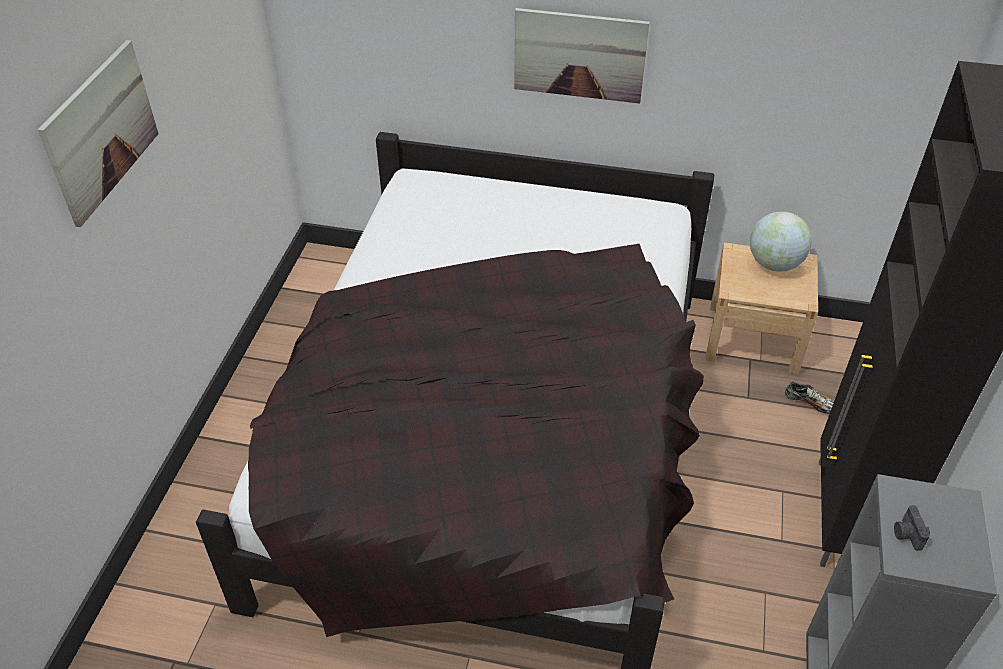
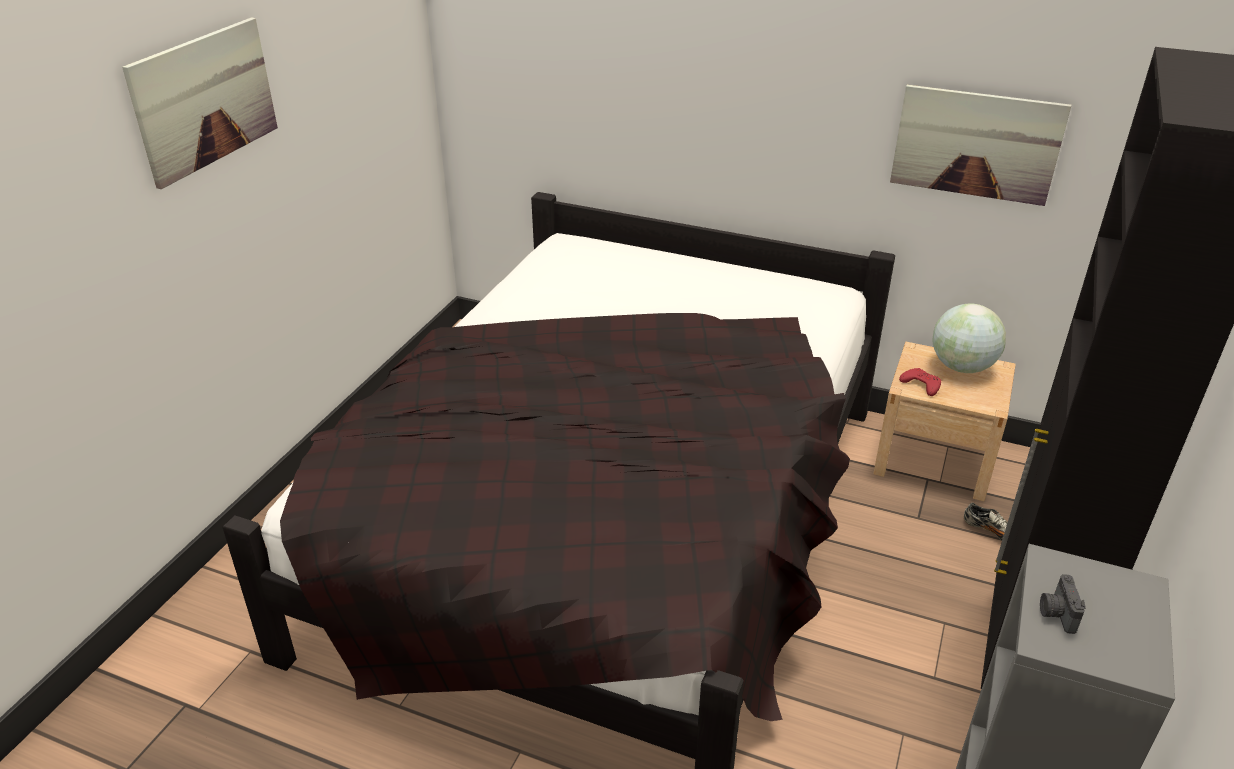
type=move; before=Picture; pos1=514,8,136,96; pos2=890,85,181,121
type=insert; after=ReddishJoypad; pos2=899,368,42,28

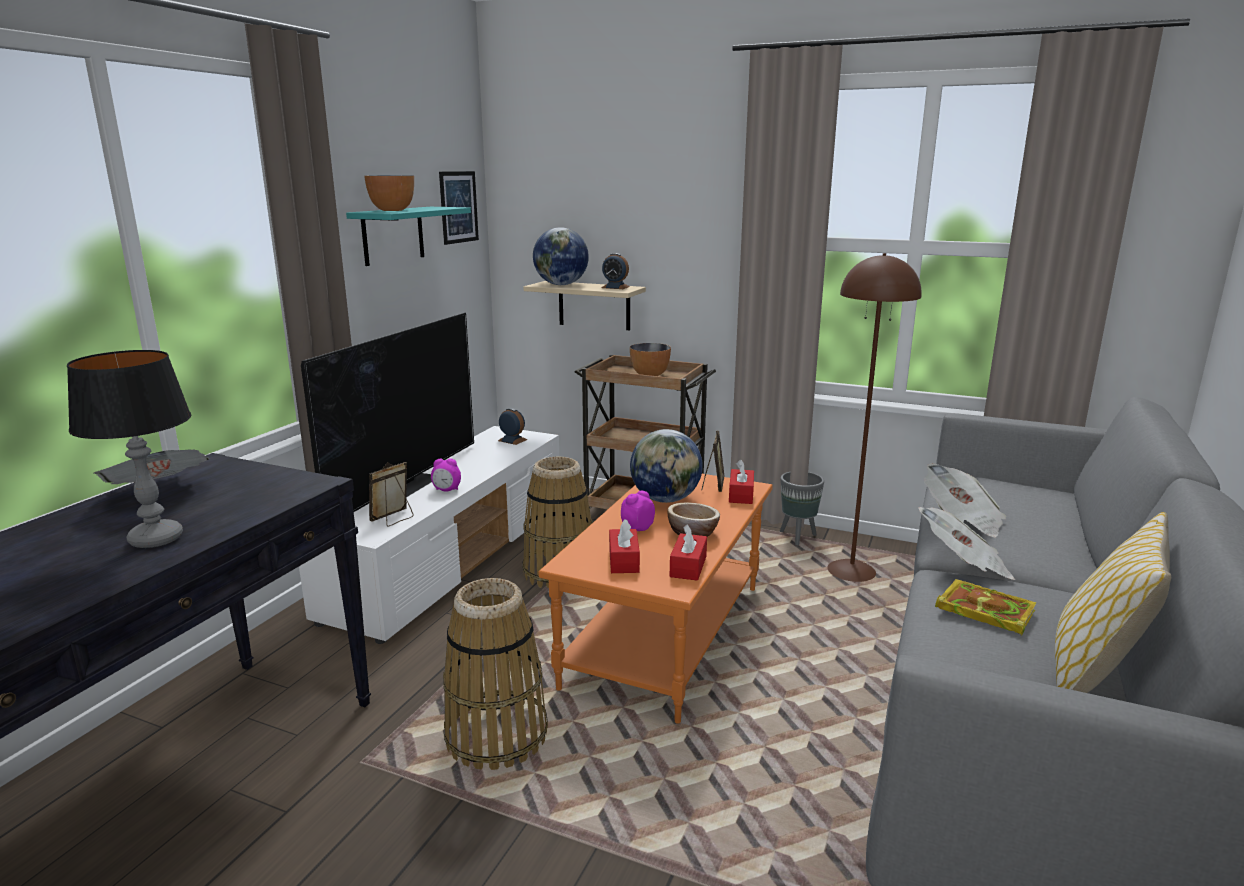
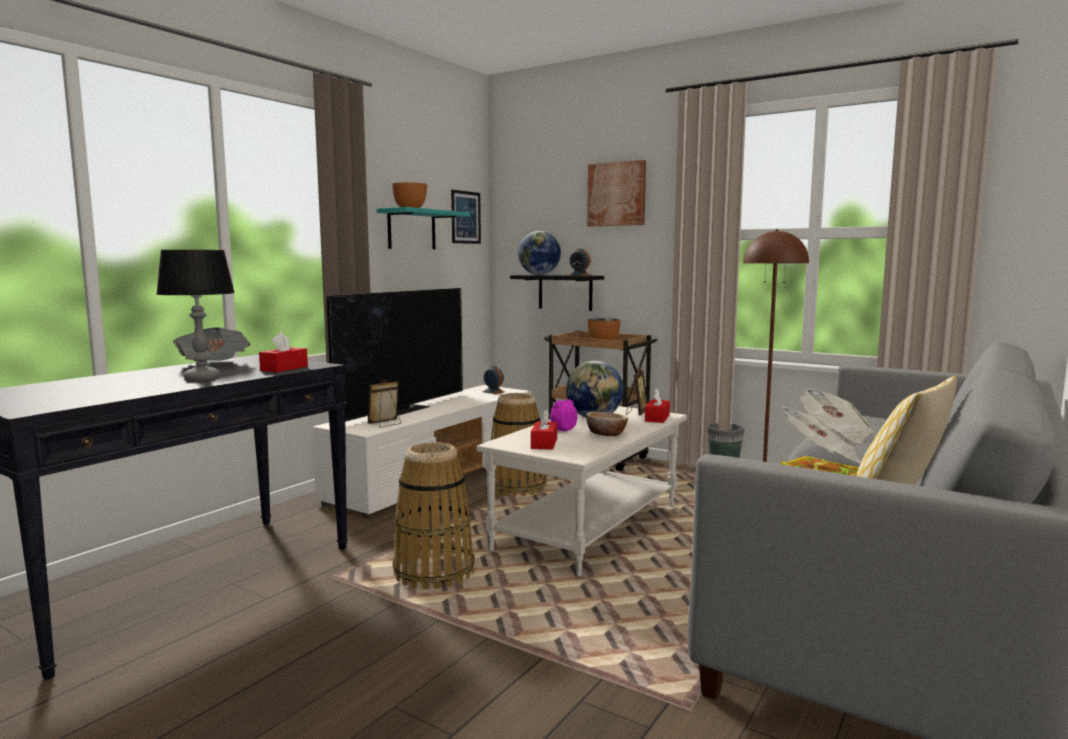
type=delete; before=TableClock; pos1=431,459,30,33
type=recolor; before=SandColouredShelf; after=BlackishShelf; pos1=523,281,123,49; pos2=510,275,94,36
type=recolor; before=OrangeLoungeTable; after=WhitishLoungeTable; pos1=539,474,234,250; pos2=477,406,210,170
type=move; before=ReddishTissueHolder; pos1=670,525,37,56; pos2=259,332,49,40
type=insert; after=Picture; pos2=587,160,59,67

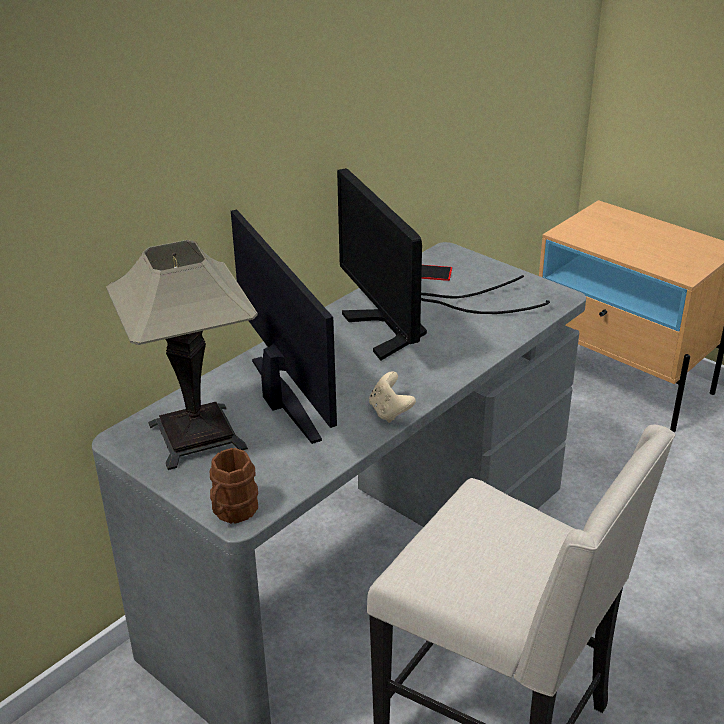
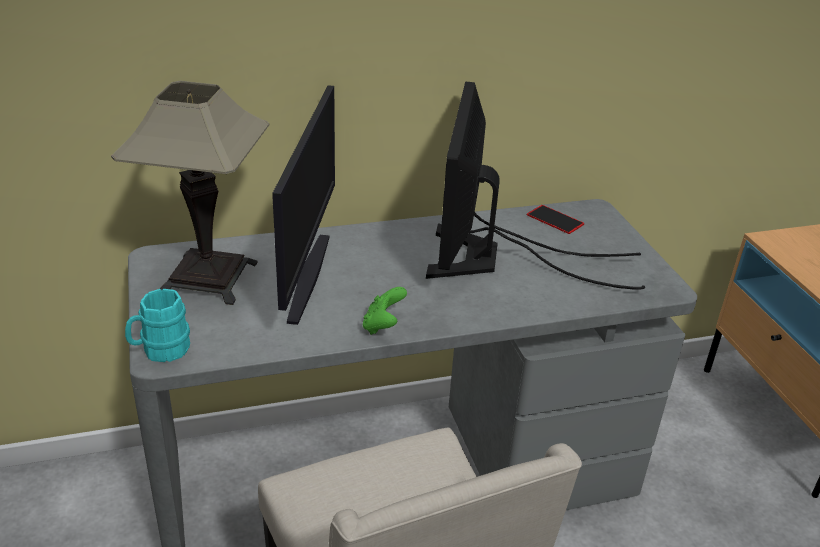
type=recolor; before=BrownColouredTeaMug; after=TurquoiseColouredTeaMug; pos1=210,448,48,76; pos2=125,289,65,73
type=recolor; before=SandColouredJoypad; after=GreenJoypad; pos1=369,371,47,52; pos2=363,287,44,48

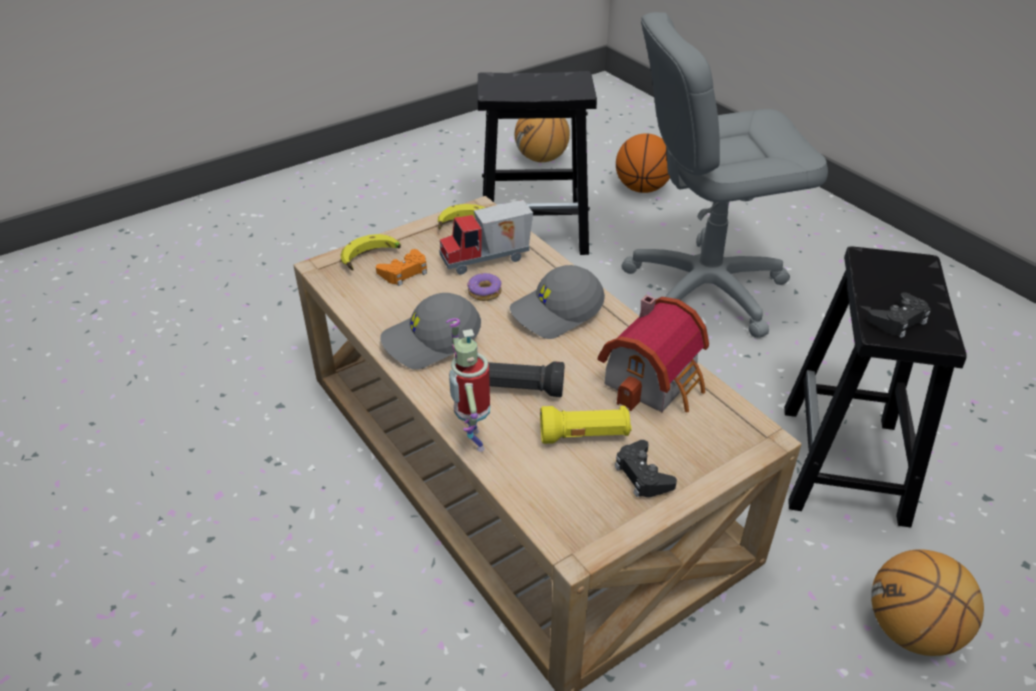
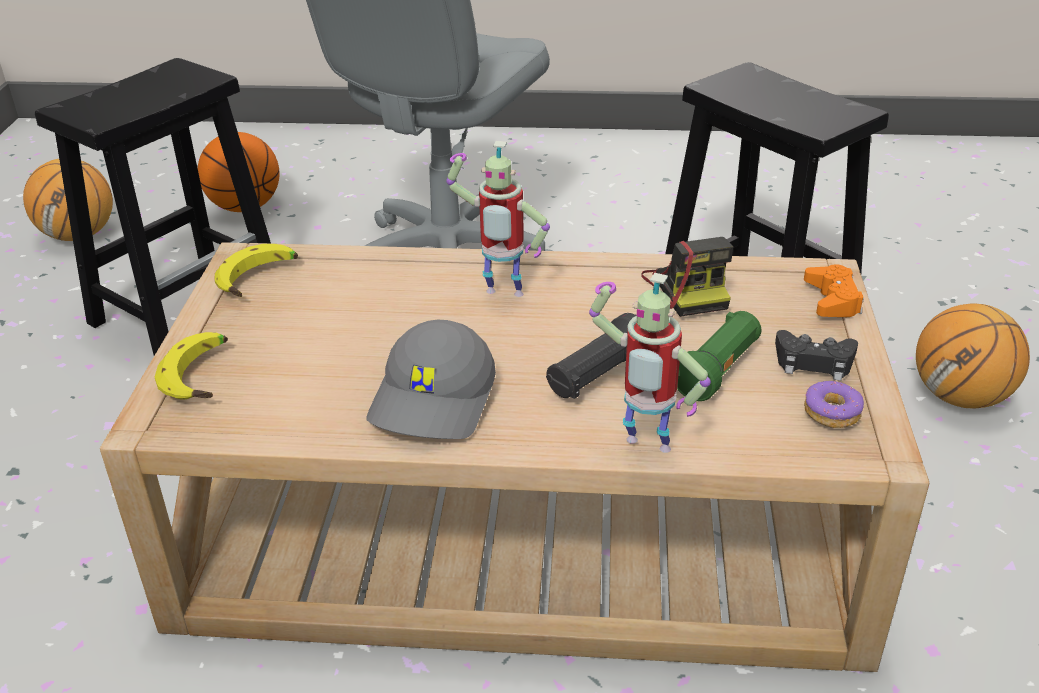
type=move; before=OrangeJoypad; pos1=376,249,51,37; pos2=804,264,60,53
type=delete; before=ModelTruck; pos1=439,200,94,75
type=move; before=RingDoughnut; pos1=467,273,35,28; pos2=804,381,60,47
type=replace; before=GreyCap; after=ToyRobot; pos1=510,265,95,74; pos2=446,141,104,156
type=recolor; before=YellowishTorch; after=GreenTorch; pos1=540,406,92,38; pos2=677,311,84,90
type=replace; before=MiniatureHouse; after=StillCamera; pos1=598,295,111,117; pos2=641,237,92,80
type=delete; before=BlackishJoypad; pos1=867,292,64,46

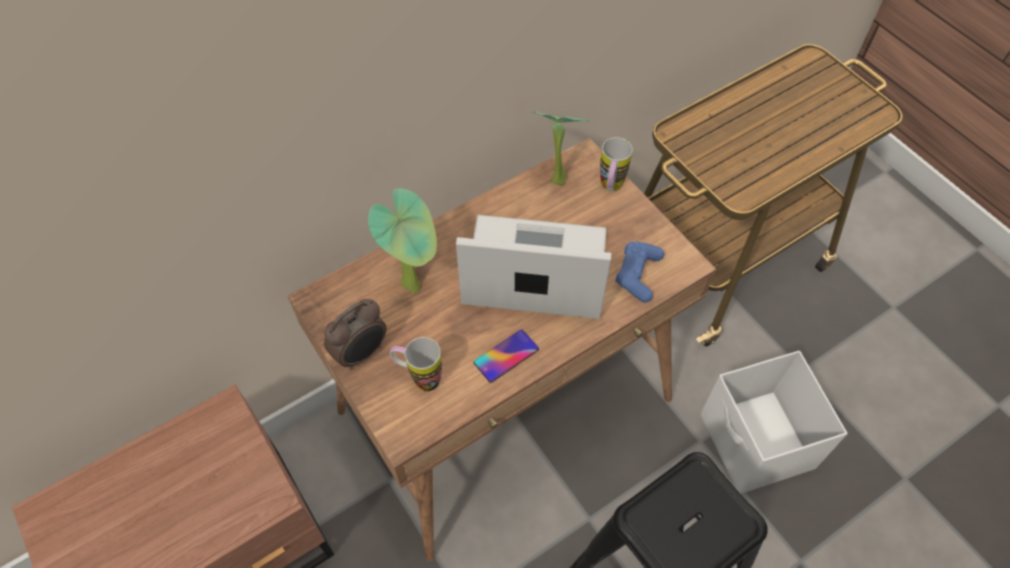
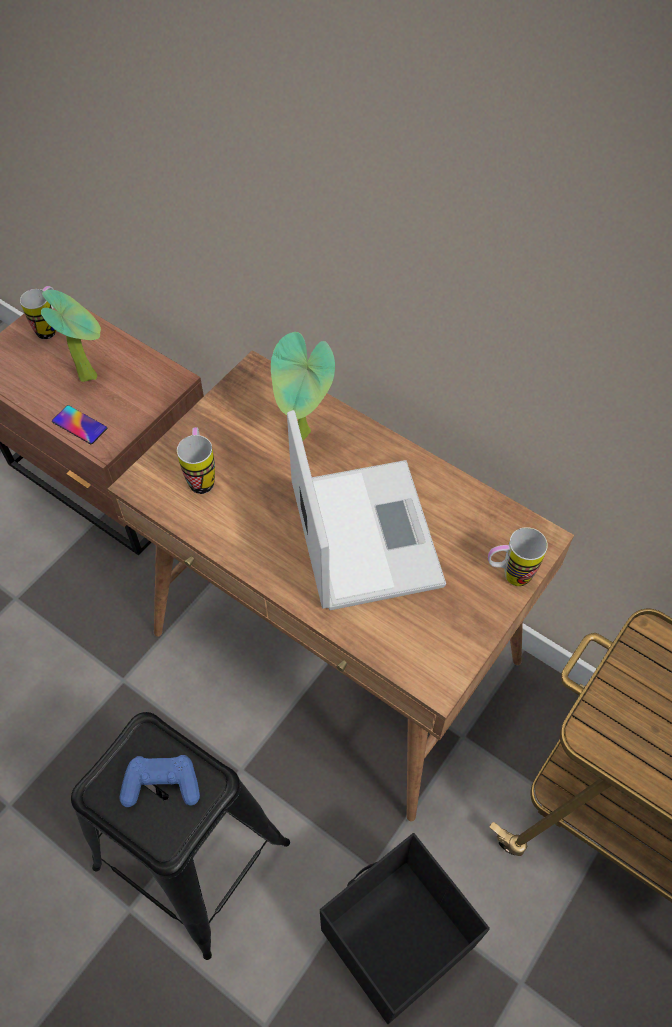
type=delete; before=TableClock; pos1=324,299,63,71
type=move; before=Phone; pos1=474,329,65,54; pos2=52,405,55,39
type=move; before=PlantInAPot; pos1=531,111,59,74; pos2=41,290,60,92
type=move; before=BluishJoypad; pos1=616,242,48,61; pos2=119,755,81,52
type=recolor; before=WhitishStorageBin; after=BlackishStorageBin; pos1=700,351,147,143; pos2=320,833,170,191
type=insert; after=TeaMug; pos2=20,286,36,53

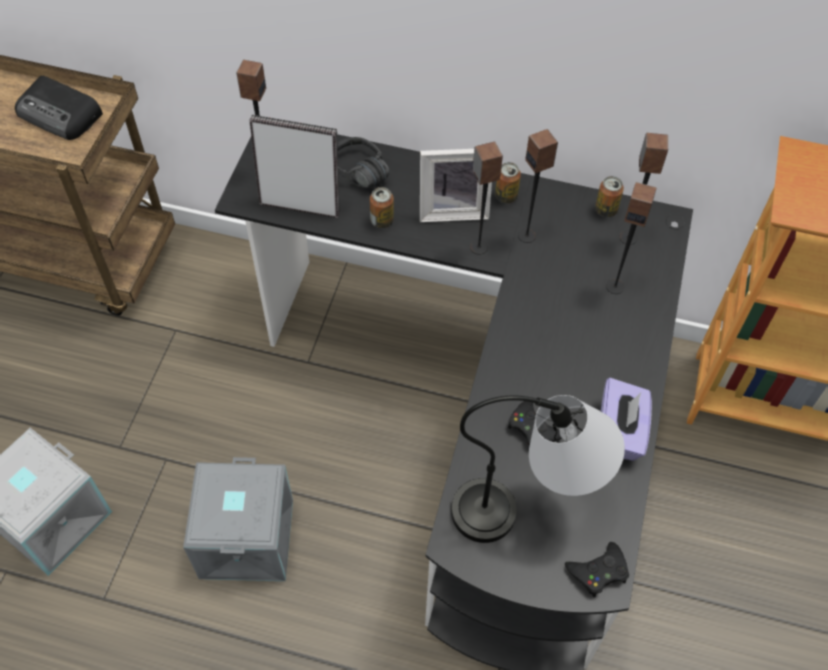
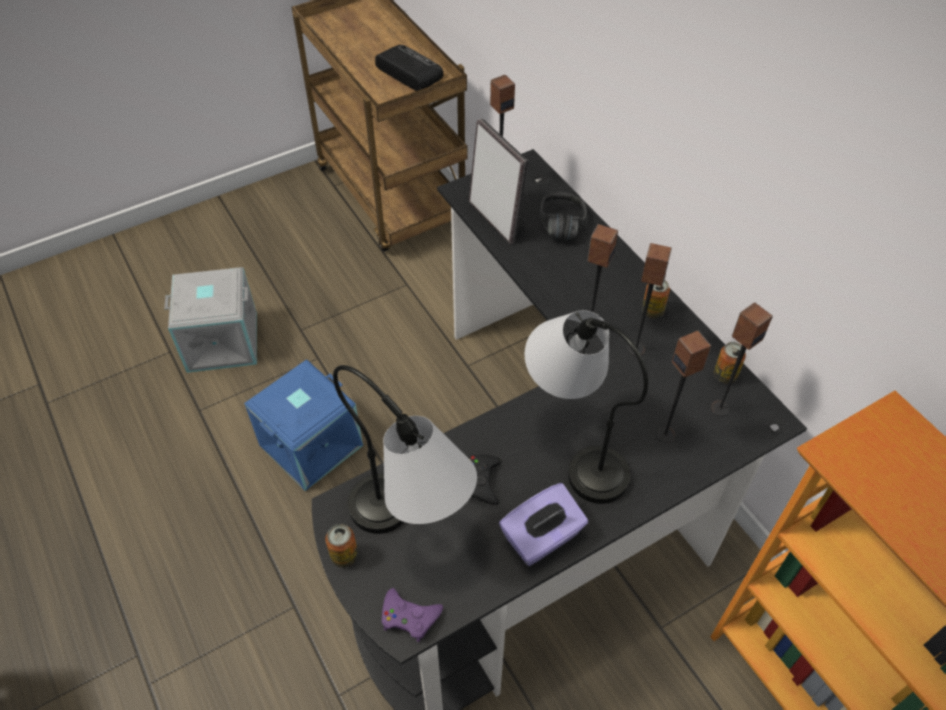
type=rotate; before=RadioSet; pos1=15,76,88,64; pos2=375,45,68,46; turn=150
type=recolor; before=GreyStorageBin; after=BluishStorageBin; pos1=183,457,110,124; pos2=244,359,119,132
type=move; before=SealedCan; pos1=370,187,24,41; pos2=325,524,33,44
type=delete; before=PhotoFrame; pos1=420,149,72,73
type=recolor; before=BlackishJoypad; after=PurplishJoypad; pos1=565,542,64,55; pos2=382,588,61,54
type=insert; after=TabletopLamp; pos2=525,310,123,194

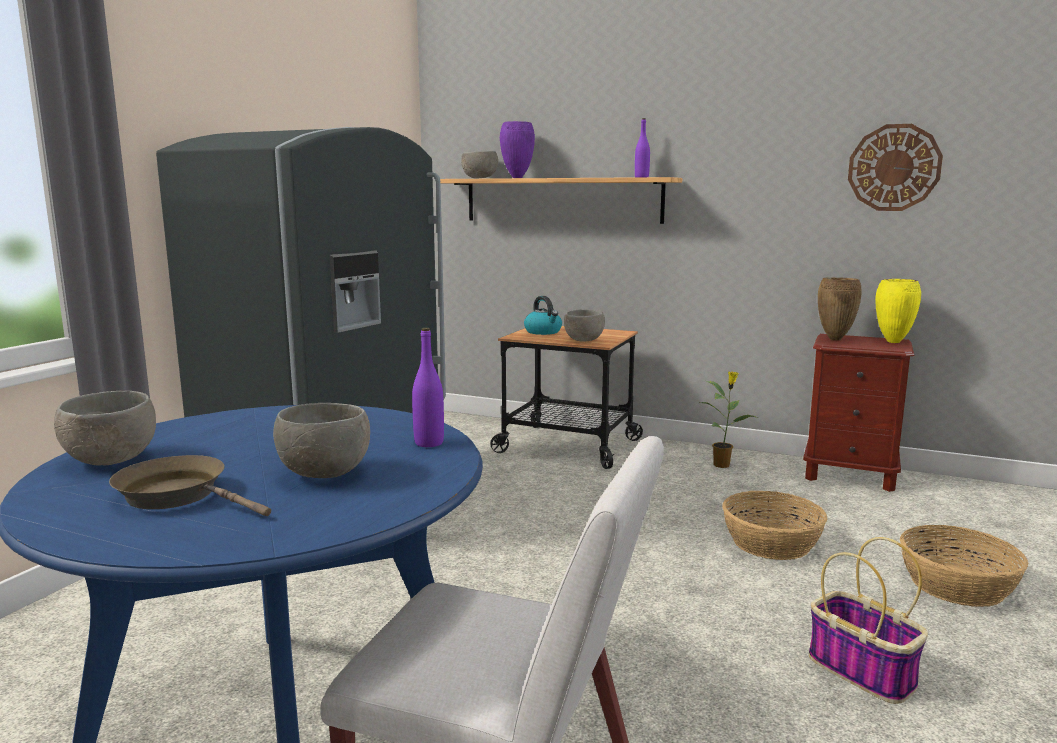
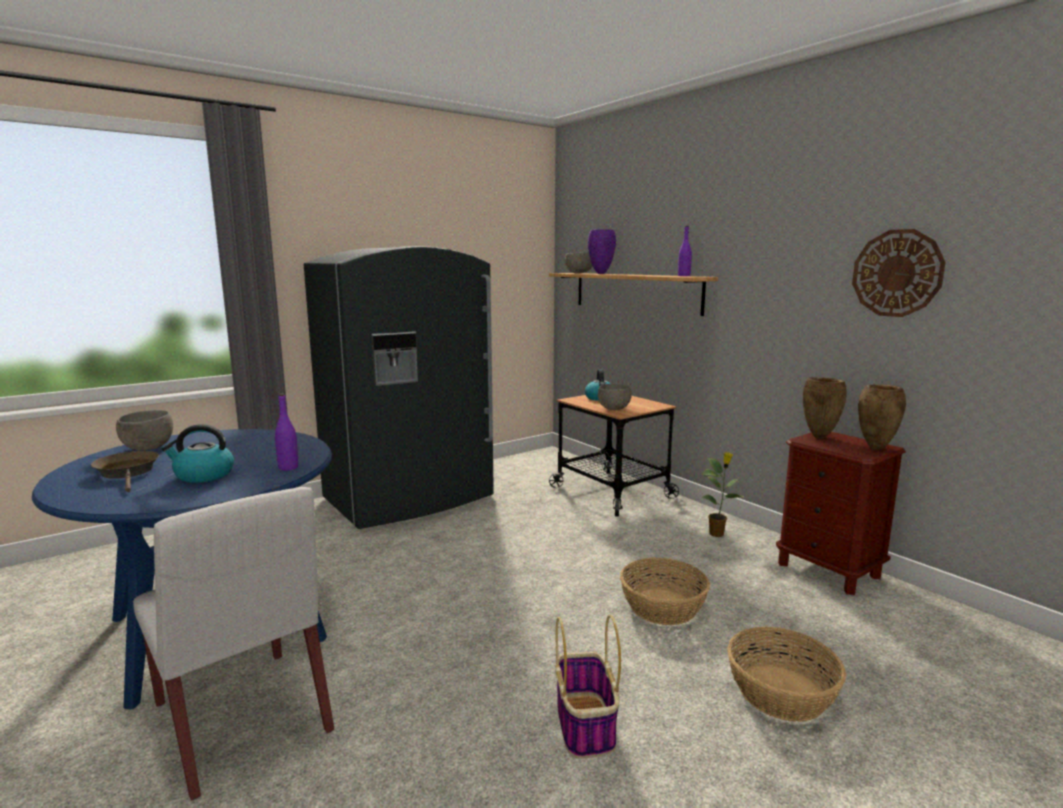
type=replace; before=GreyServingBowl; after=WaterKettle; pos1=273,403,97,75; pos2=162,424,72,59
type=recolor; before=YellowishVase; after=BrownColouredVase; pos1=875,279,46,64; pos2=858,384,48,66

